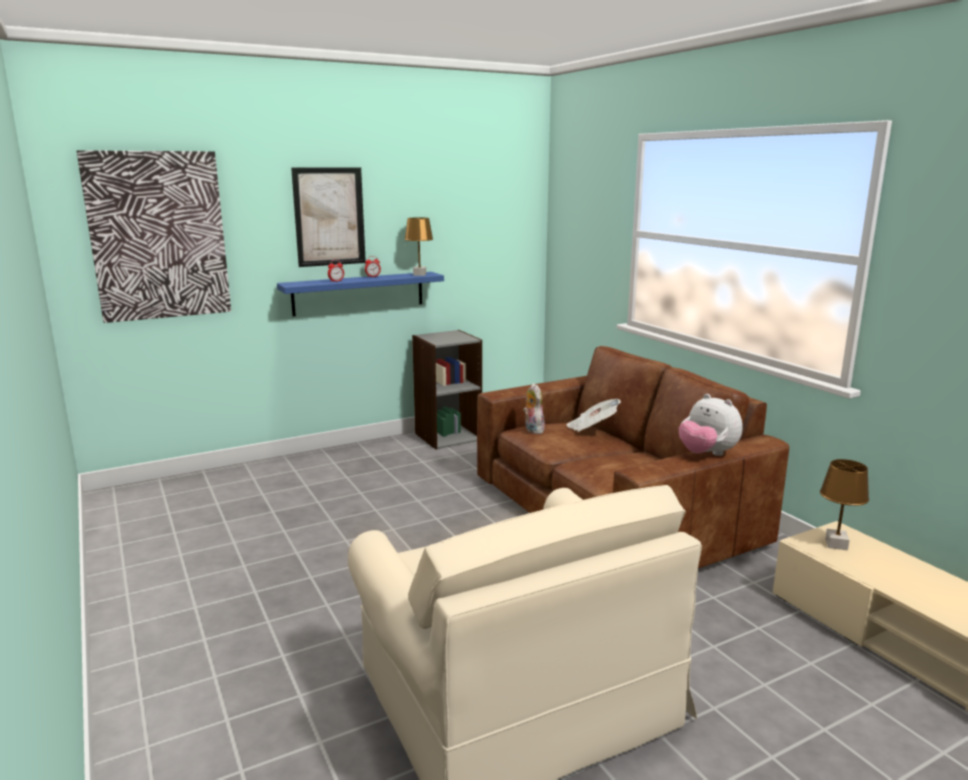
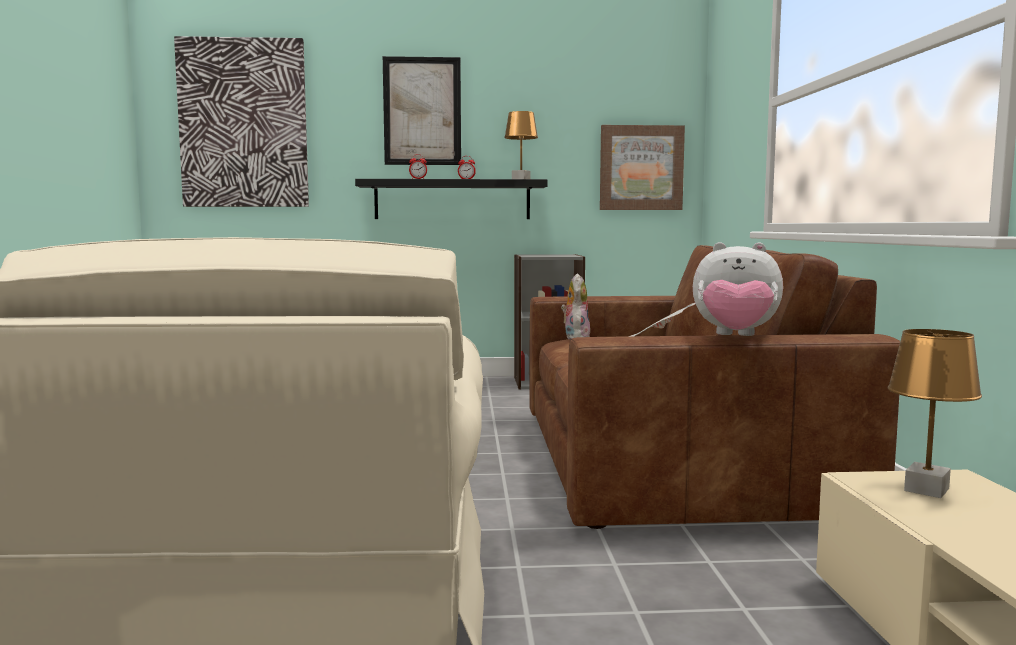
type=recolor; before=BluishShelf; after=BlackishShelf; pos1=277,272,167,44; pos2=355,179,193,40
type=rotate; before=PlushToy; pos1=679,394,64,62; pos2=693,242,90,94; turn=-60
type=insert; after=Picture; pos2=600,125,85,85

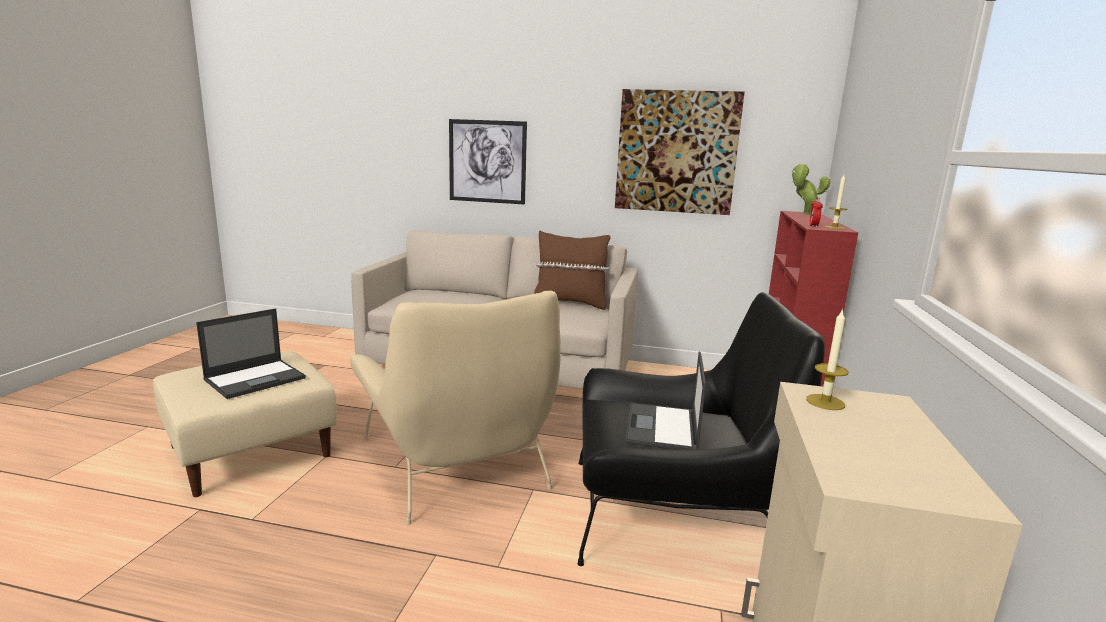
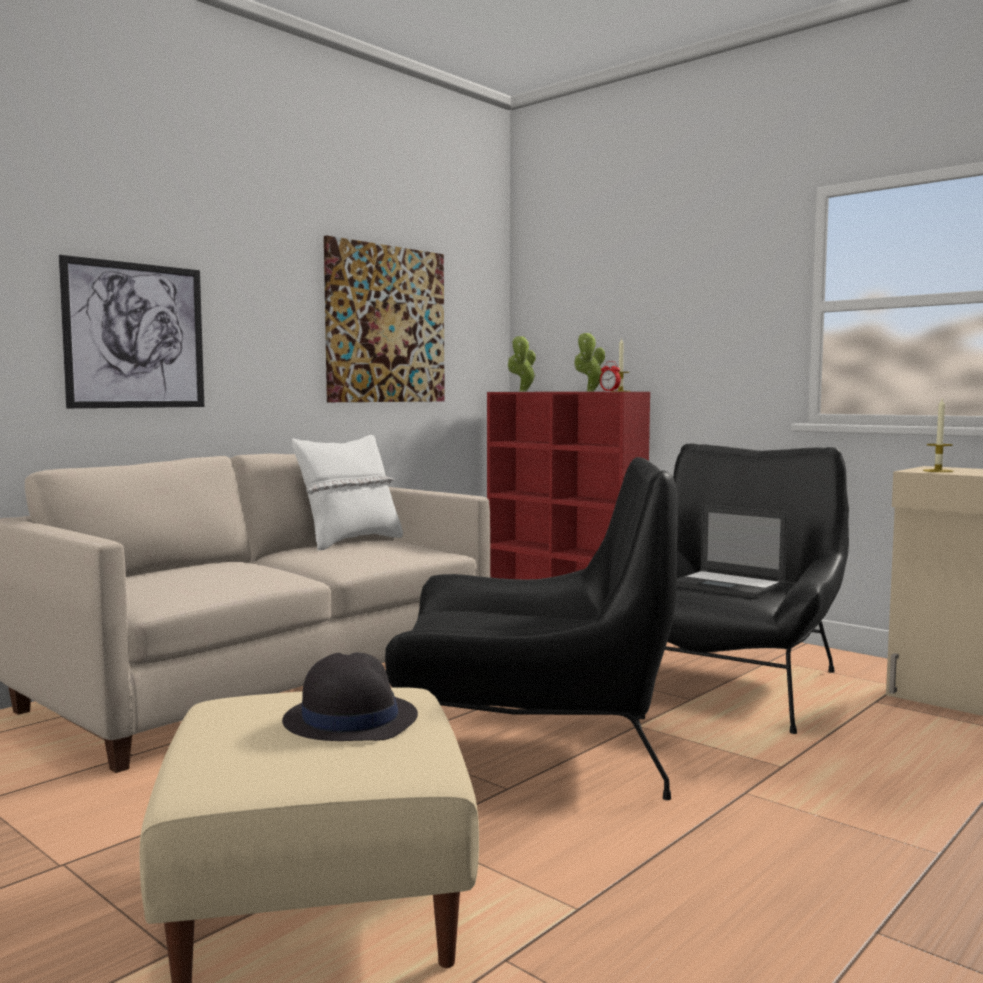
type=replace; before=Laptop; after=BlackishClothingHat; pos1=196,308,110,91; pos2=282,652,136,89
type=recolor; before=SandColouredArmchair; after=BlackishArmchair; pos1=350,291,211,234; pos2=385,457,293,343
type=recolor; before=BrownColouredThrowPillow; after=WhitishThrowPillow; pos1=534,231,76,79; pos2=292,435,111,116
type=insert; after=PlantInAPot; pos2=574,332,31,60

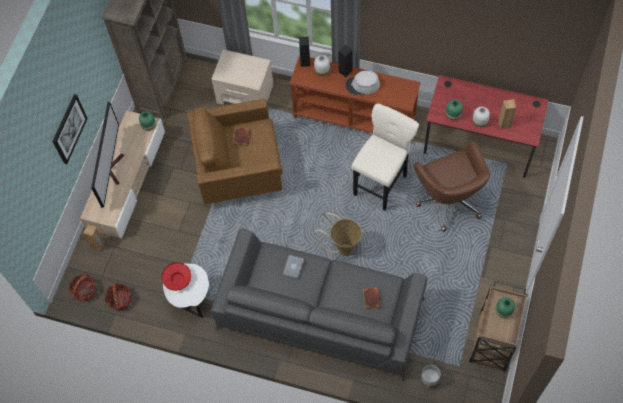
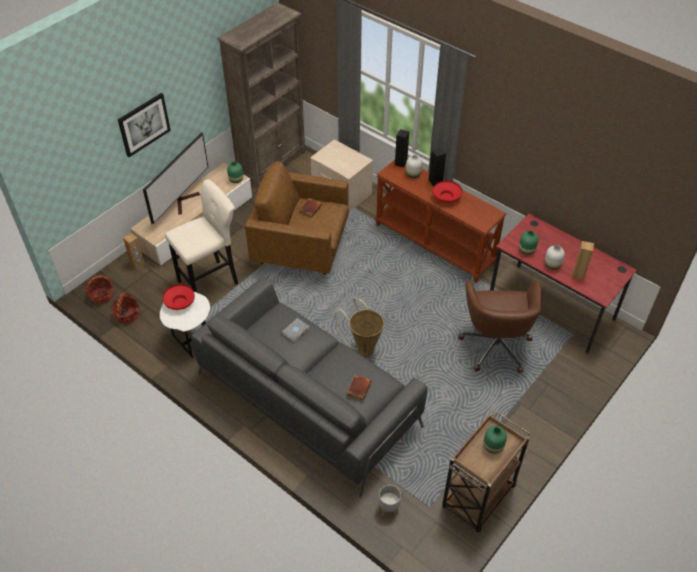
type=replace; before=GreyClothingHat; after=ReddishServingBowl; pos1=345,70,35,25; pos2=433,181,29,22
type=move; before=SandColouredStoolSeat; pos1=351,103,68,108; pos2=165,179,73,113

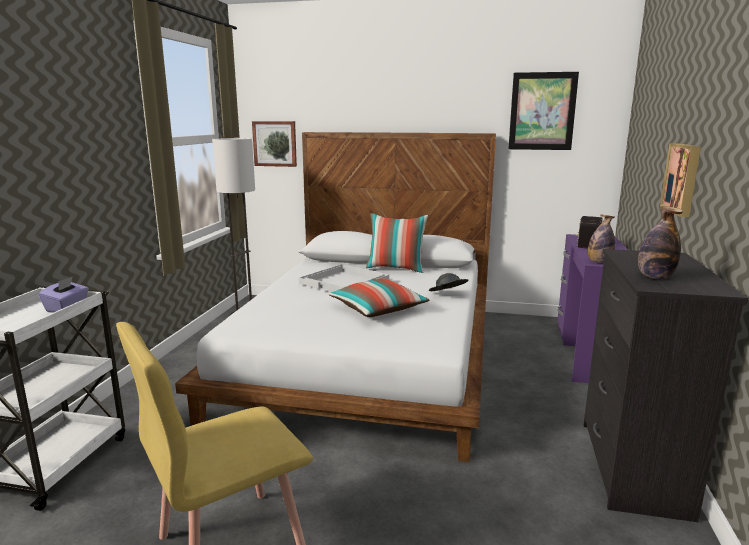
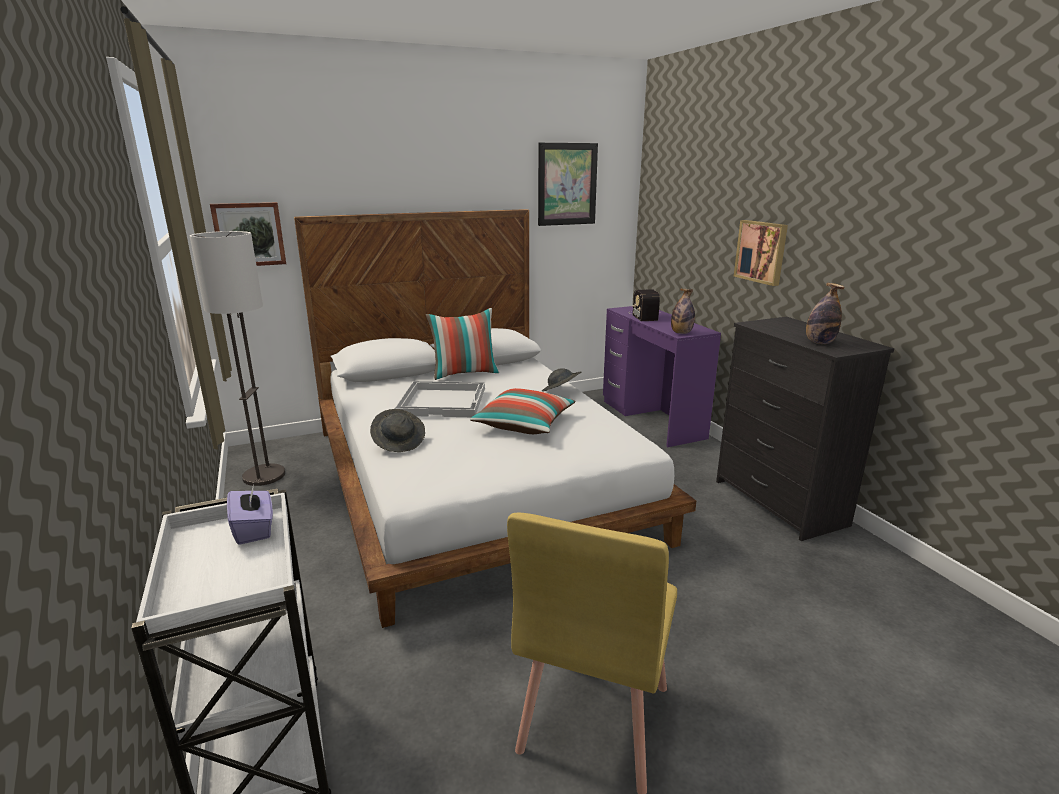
type=insert; after=GreyClothingHat; pos2=370,409,55,43

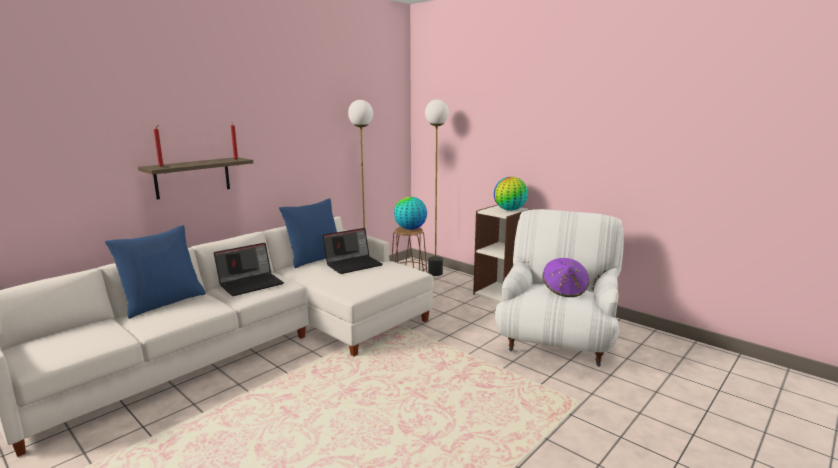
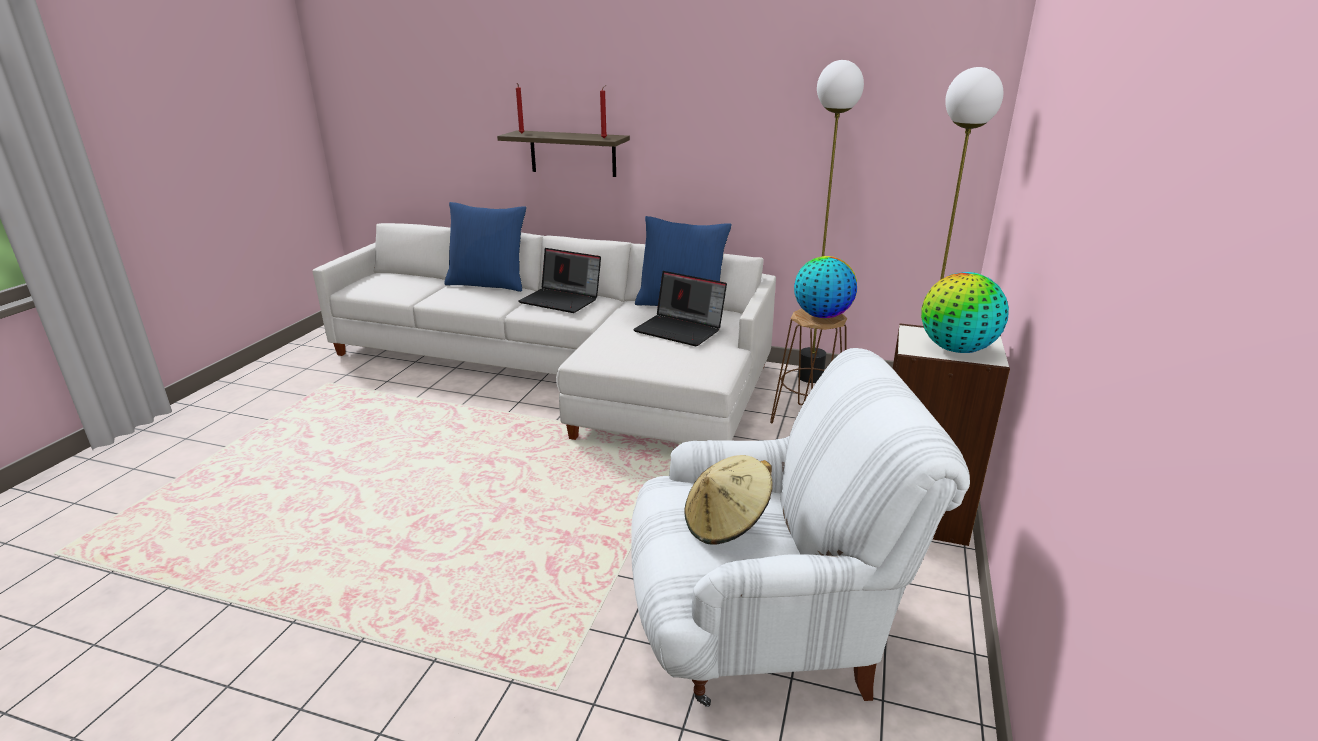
type=recolor; before=PurplishClothingHat; after=SandColouredClothingHat; pos1=542,258,47,39; pos2=684,455,89,90

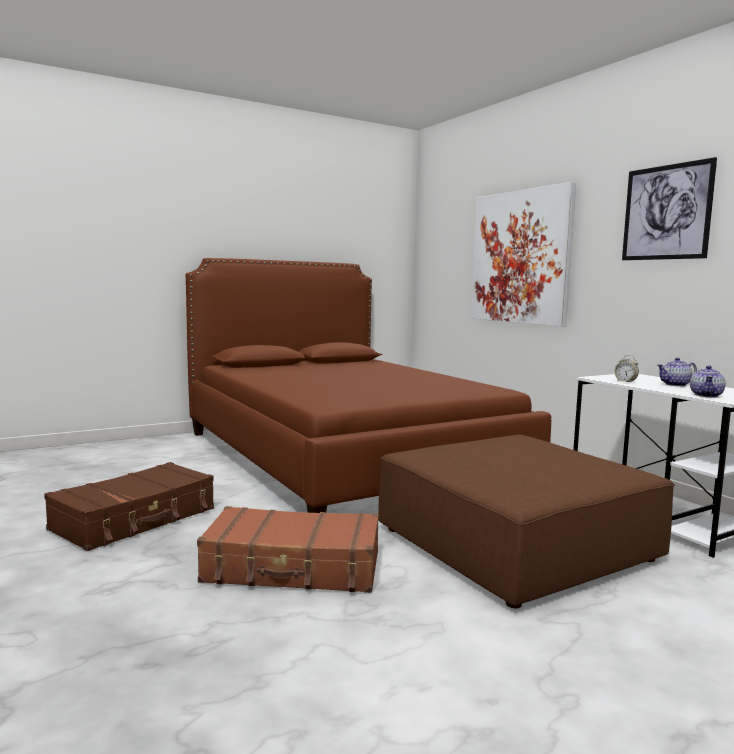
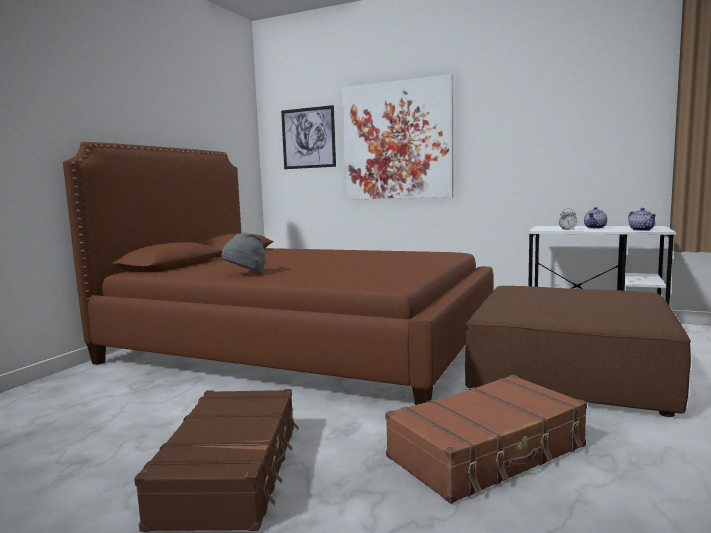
type=move; before=Picture; pos1=622,157,95,103; pos2=281,105,55,64
type=insert; after=GreyClothingHat; pos2=222,233,44,40

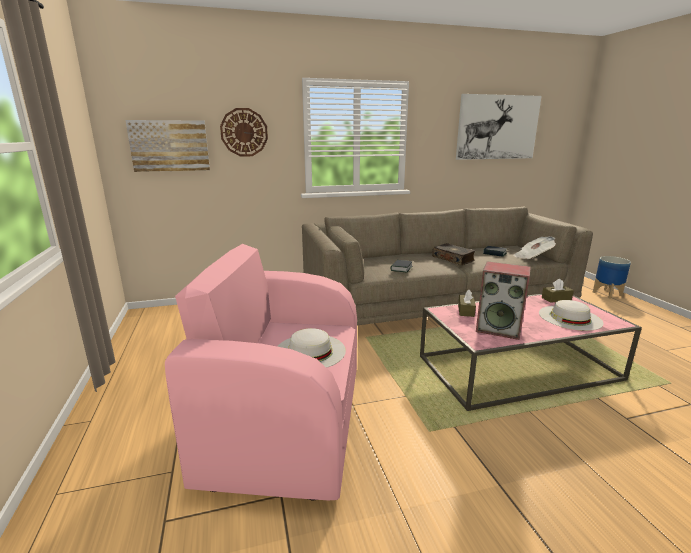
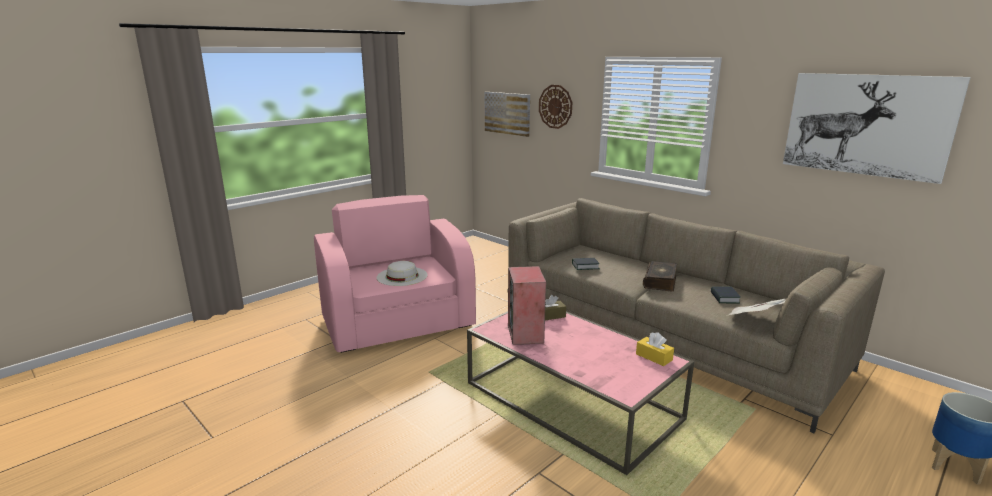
type=delete; before=WhitishClothingHat; pos1=539,300,65,31
type=recolor; before=BrownColouredTissueHolder; after=YellowishTissueHolder; pos1=542,279,32,24; pos2=636,332,38,34

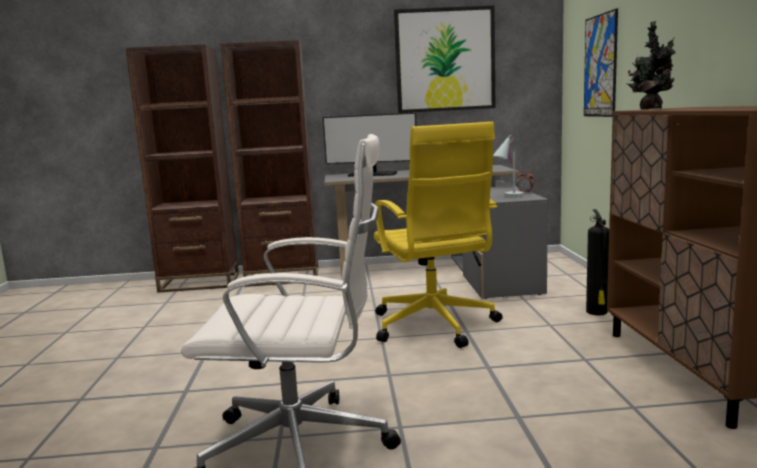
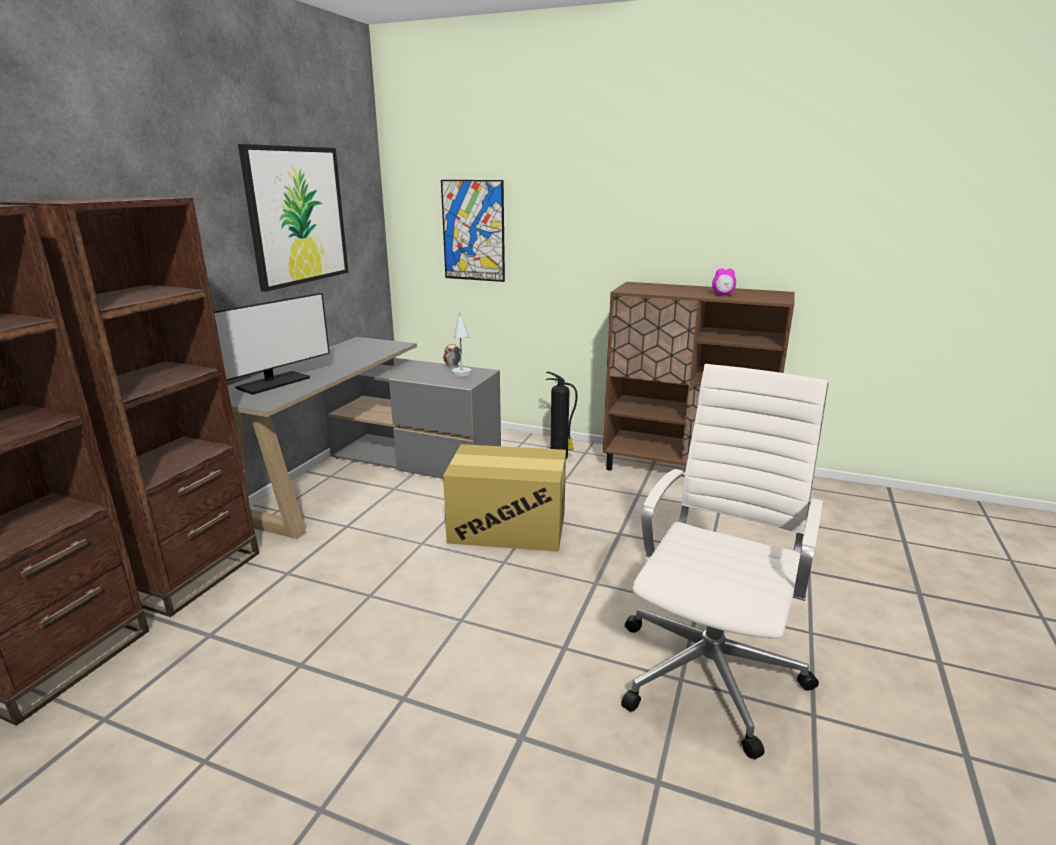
type=replace; before=YellowishDeskChair; after=Carton; pos1=374,122,129,226; pos2=443,444,123,108
type=delete; before=PlantInAPot; pos1=627,21,48,88
type=insert; after=TableClock; pos2=712,268,24,27

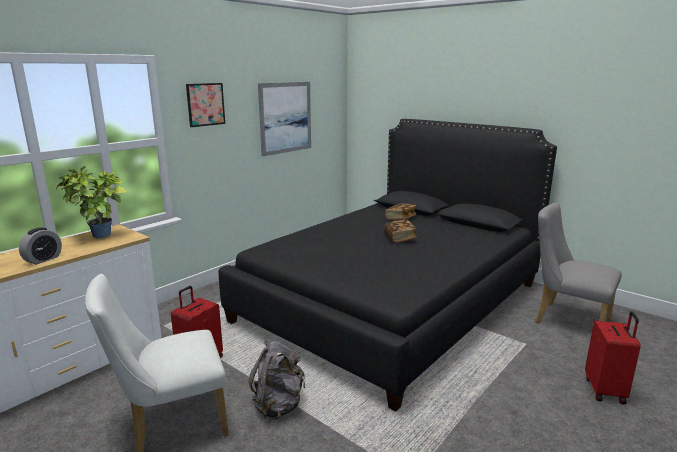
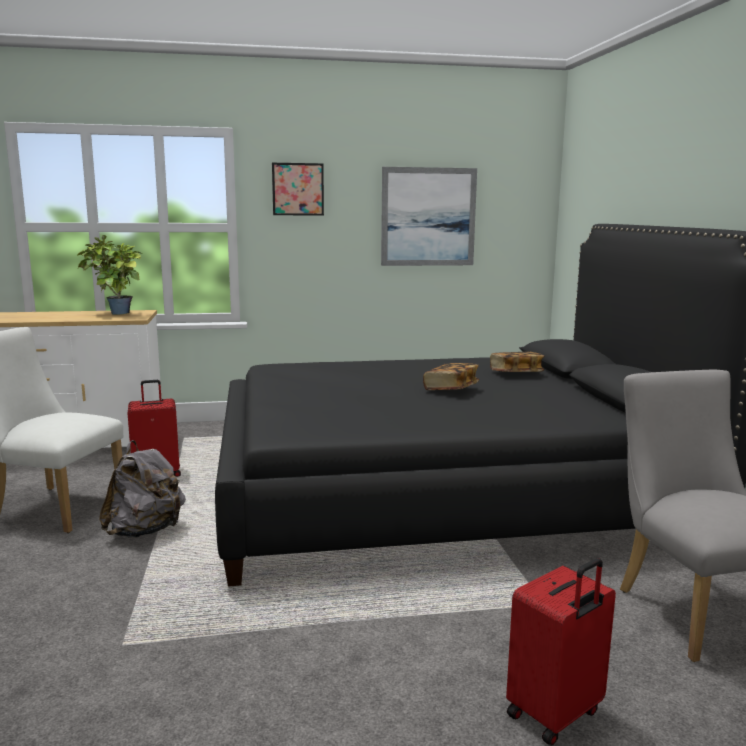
type=delete; before=TableClock; pos1=19,227,43,38

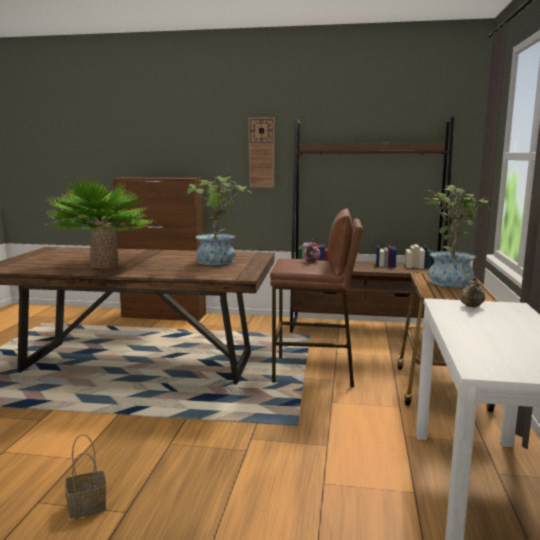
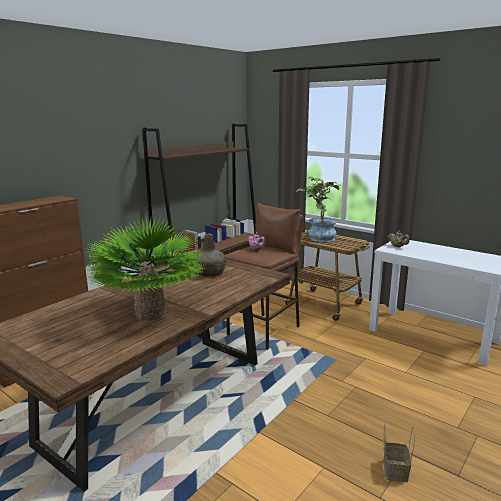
type=replace; before=PlantInAPot; after=GreenBottle; pos1=186,174,66,91; pos2=194,233,32,44
type=delete; before=WallClock; pos1=249,117,25,71

